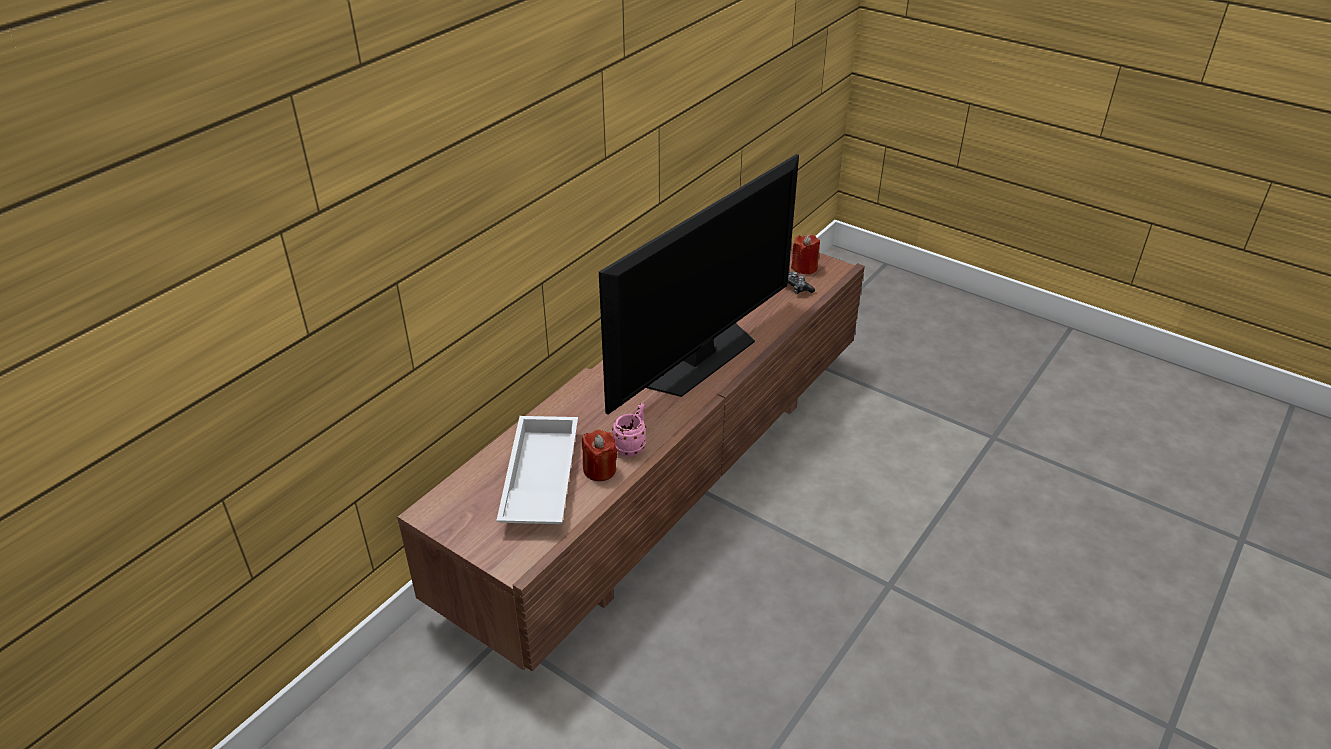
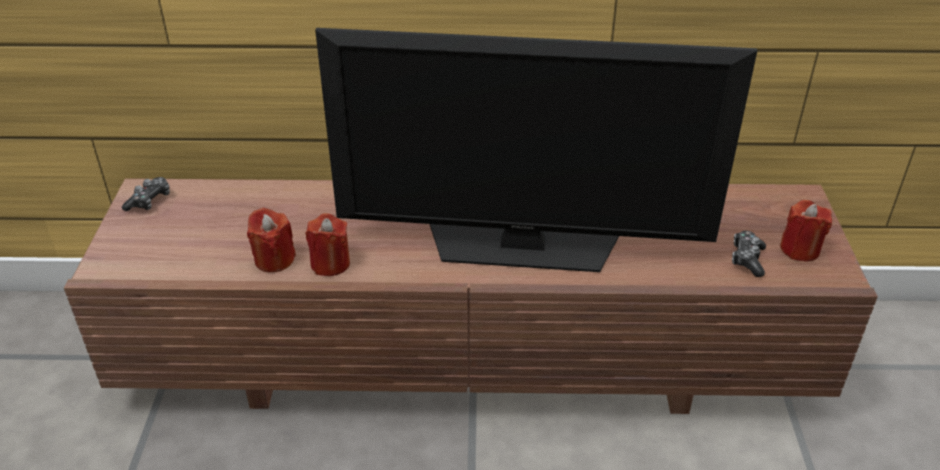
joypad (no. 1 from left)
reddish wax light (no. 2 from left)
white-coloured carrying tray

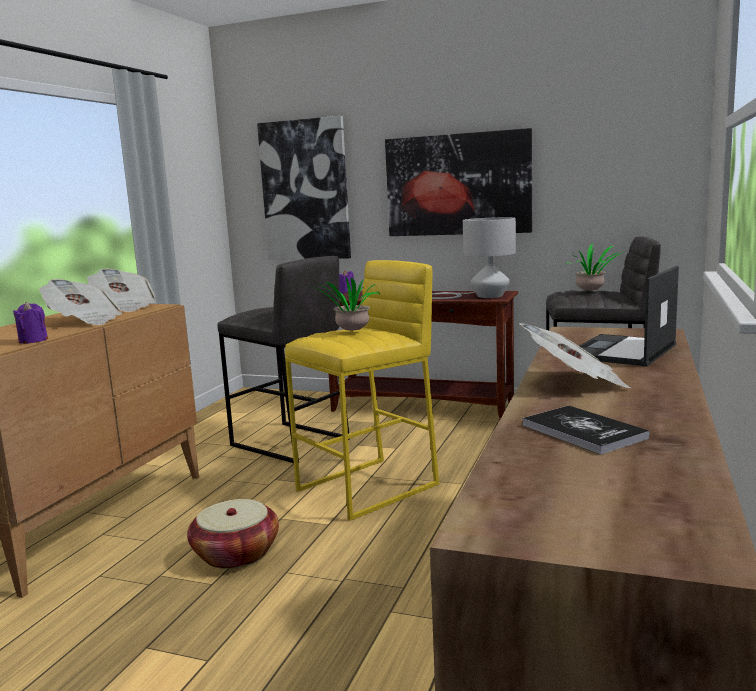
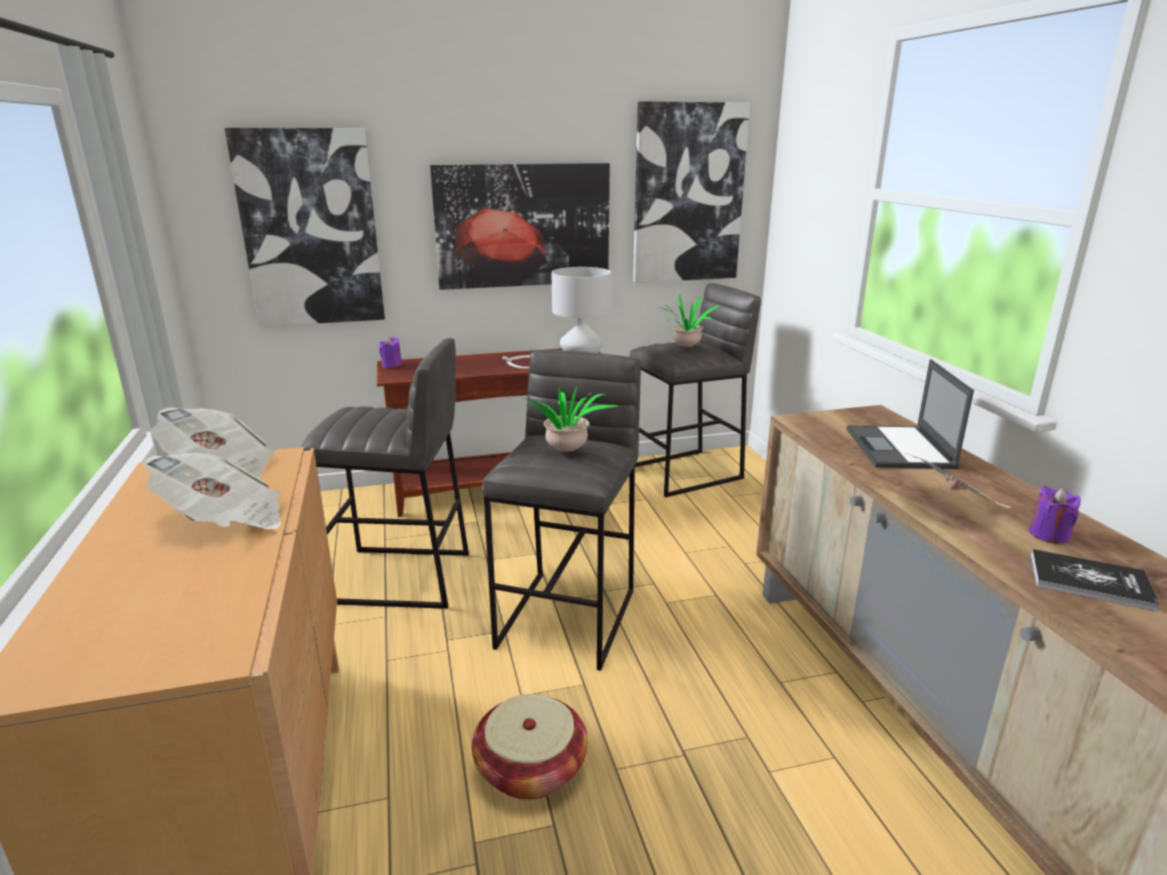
gray sitting stool (no. 2 from left)
wall art (no. 3 from left)
purplish wax light (no. 2 from left)

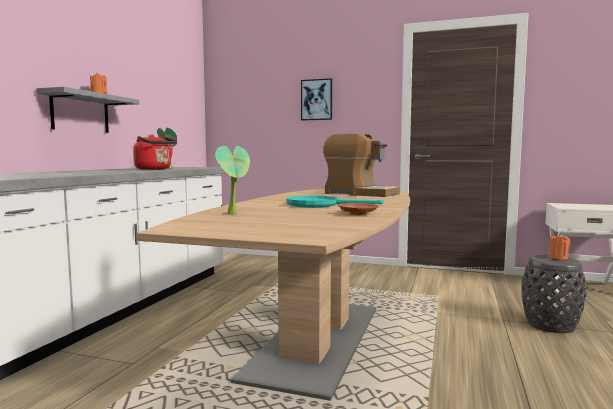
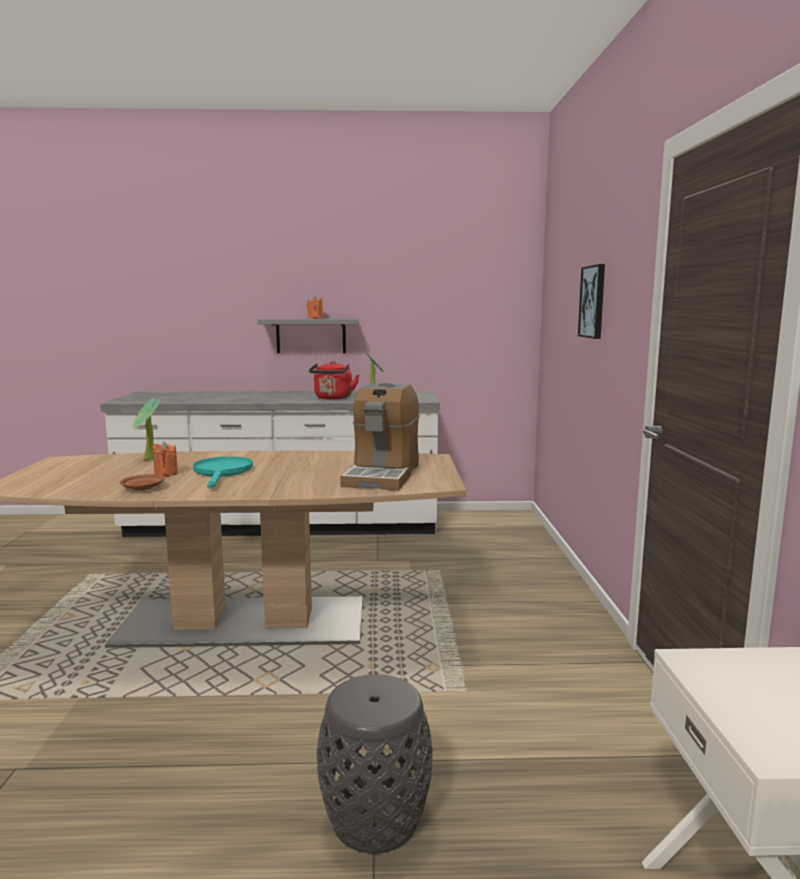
orange-coloured wax light (no. 1 from left)

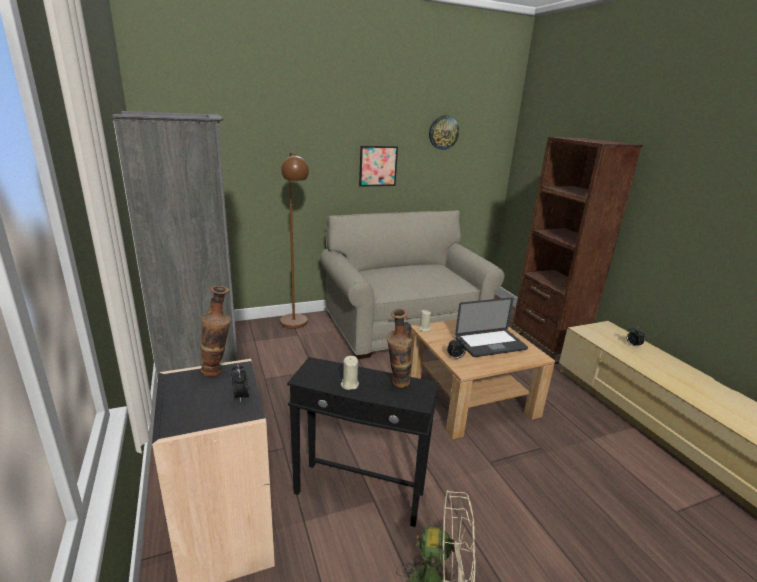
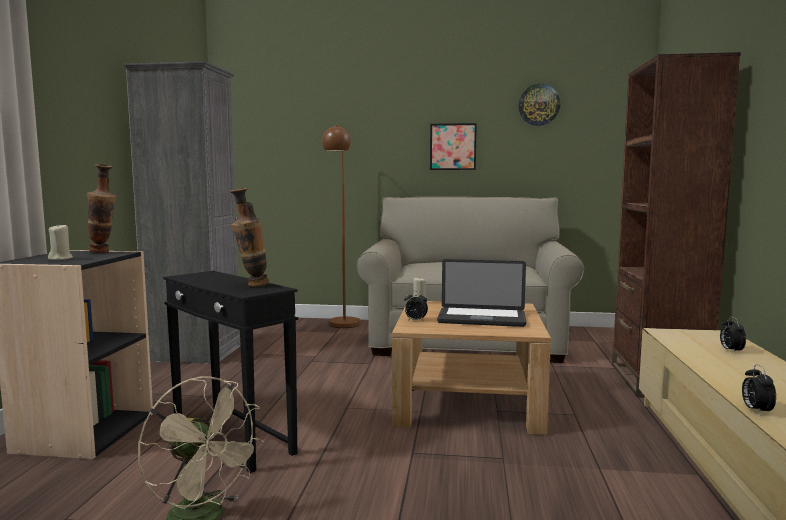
beige-coloured wax light (no. 1 from left)
table clock (no. 3 from left)

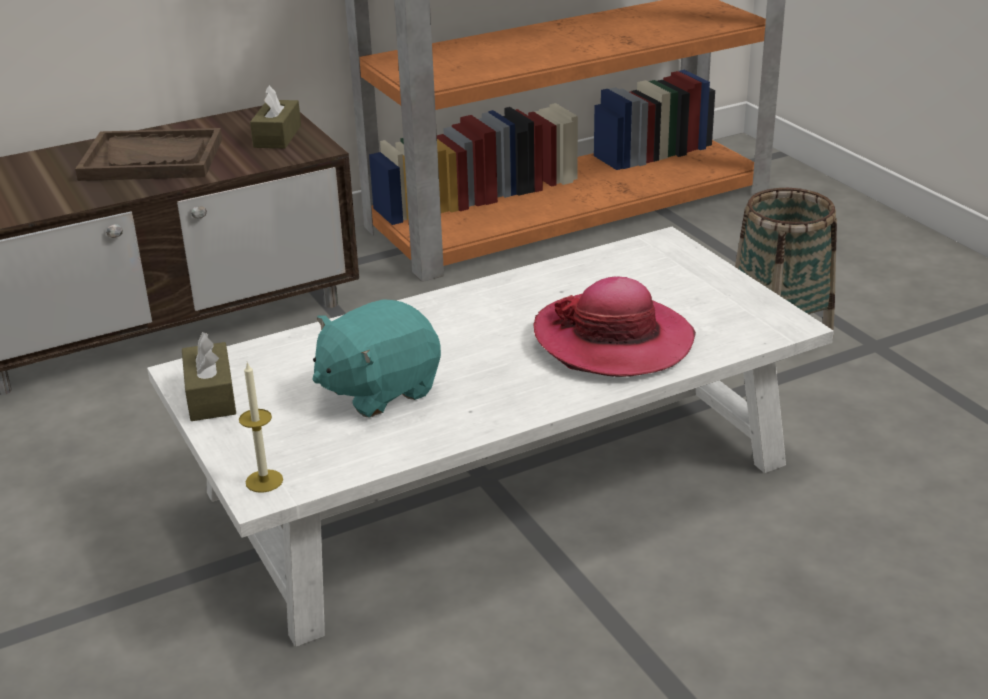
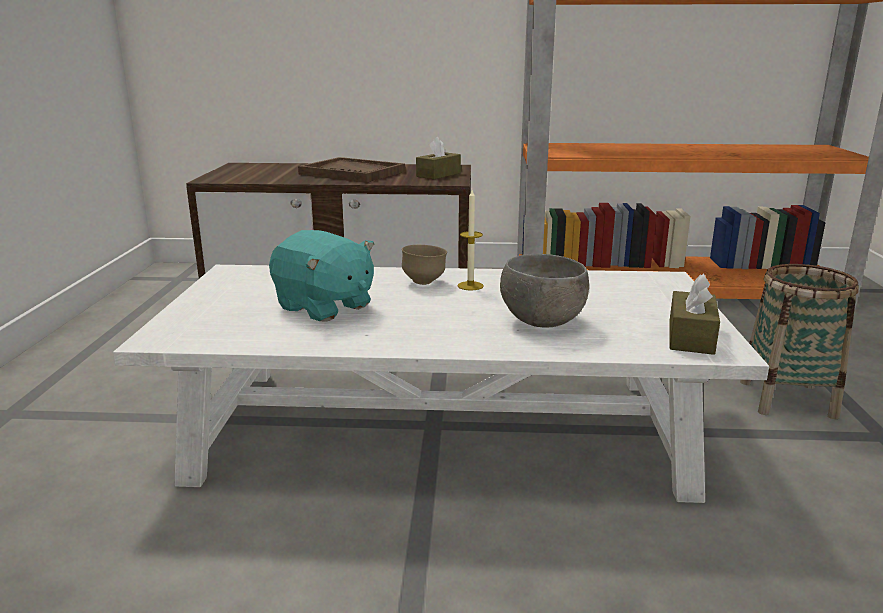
turquoise-coloured cuddly toy
brown-coloured serving bowl
wax light
gray serving bowl
brown-coloured tissue box (no. 2 from left)

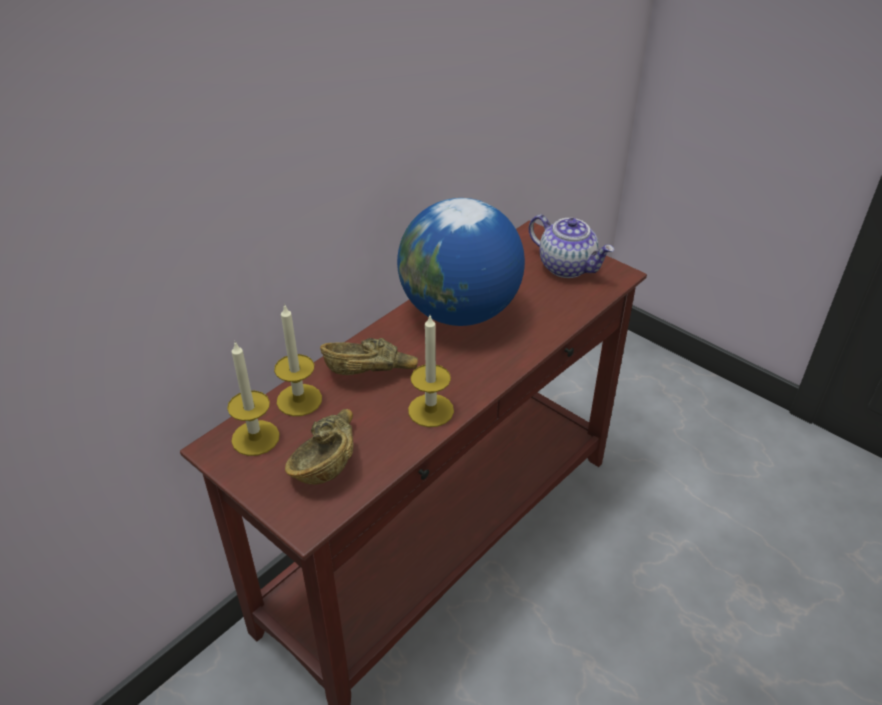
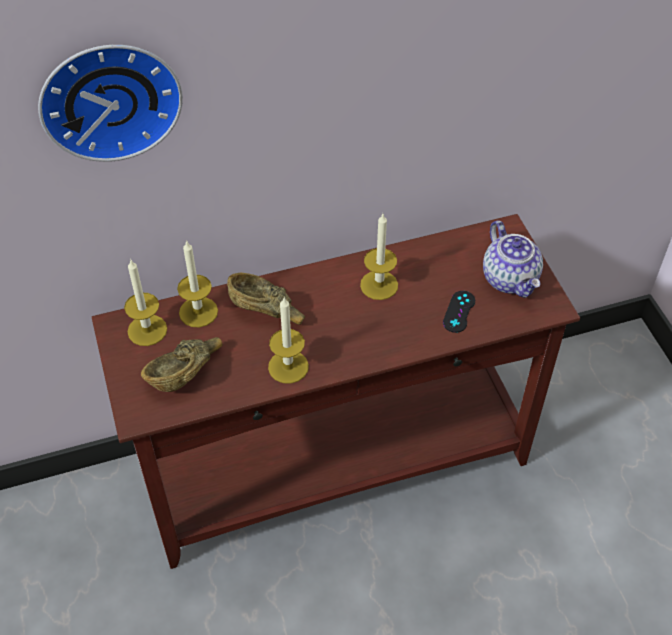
clock on the wall
wax light (no. 4 from left)
blackish joypad

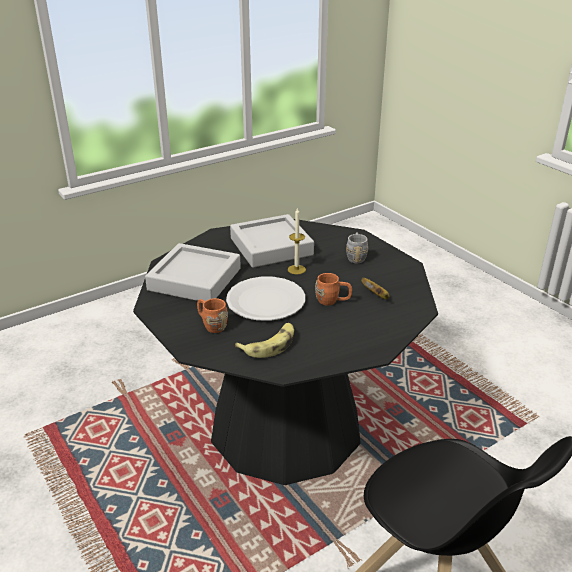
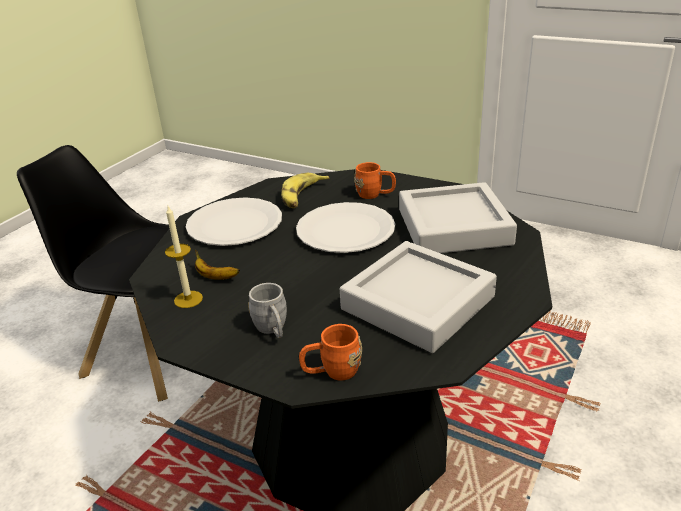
wax light
white-coloured dinner plate (no. 1 from left)
orange-coloured coffee mug (no. 1 from left)

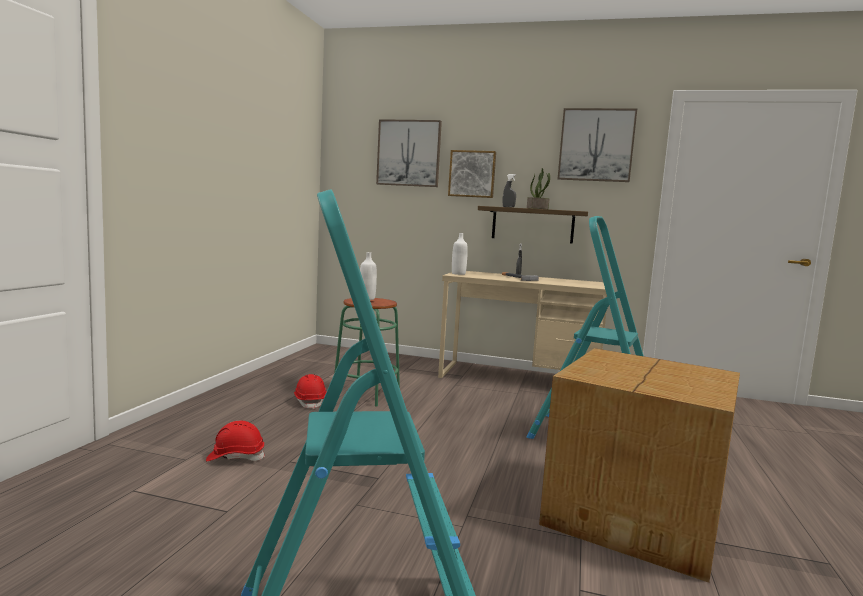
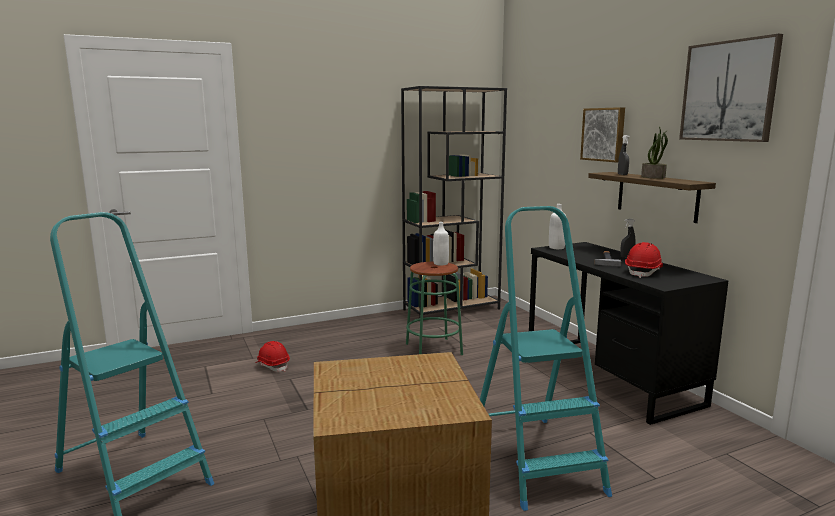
bookcase
blackish desk
reddish safety helmet (no. 2 from left)
wall art (no. 1 from left in the first image)

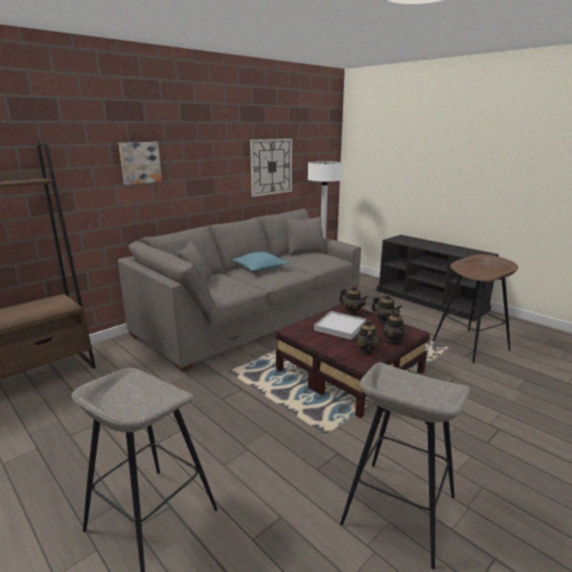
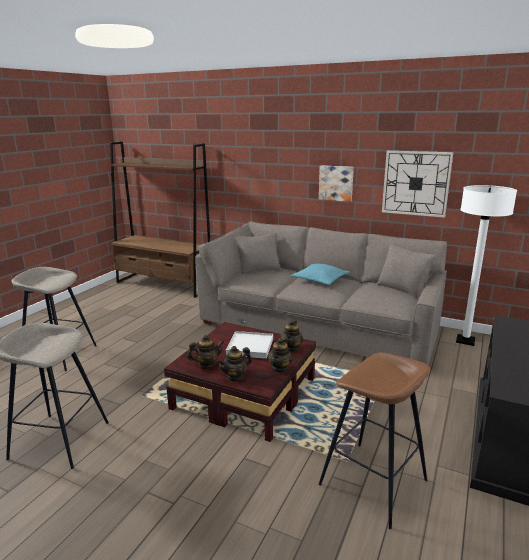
wall art

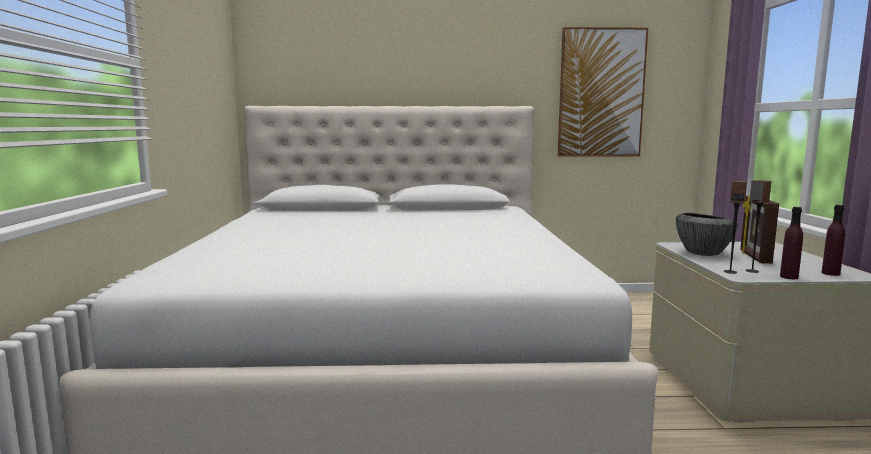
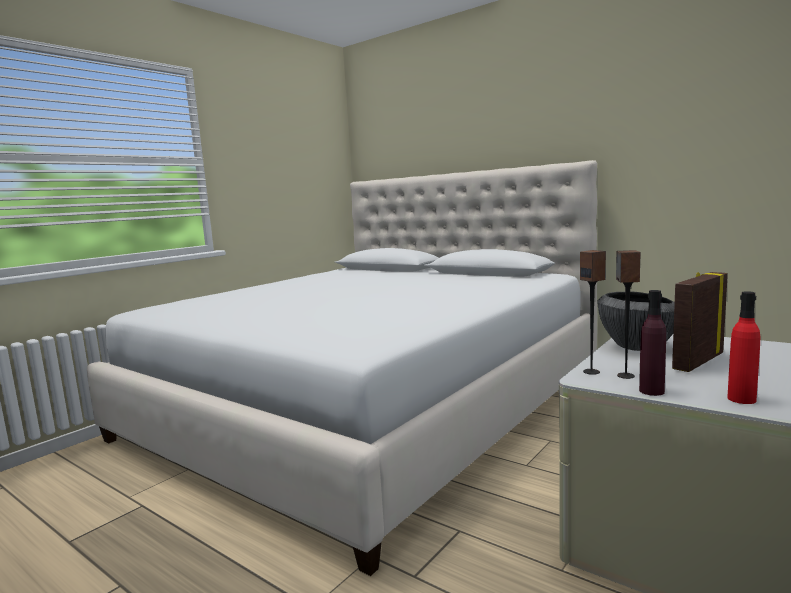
reddish bottle
wall art

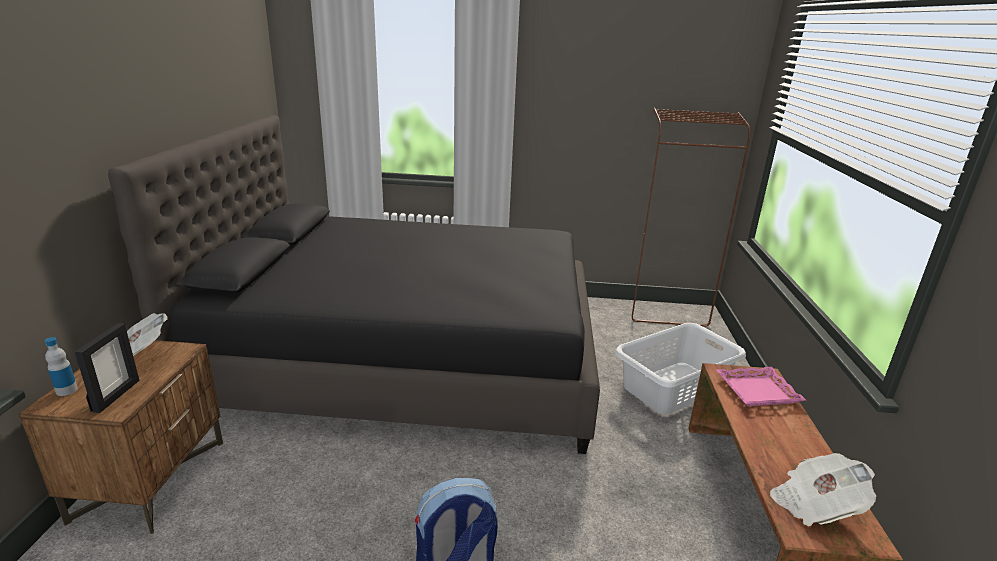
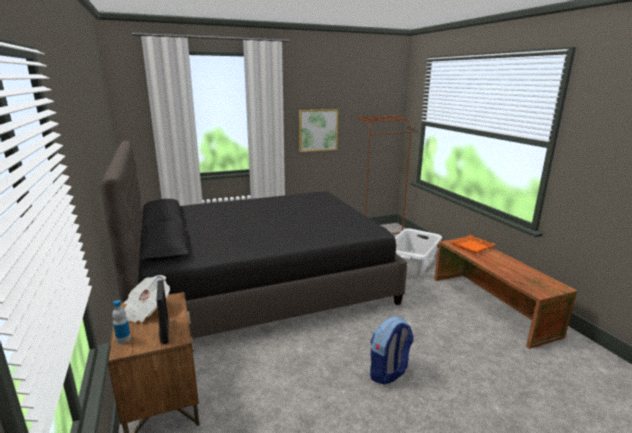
wall art
orange-coloured carrying tray
daily paper (no. 2 from left in the first image)

